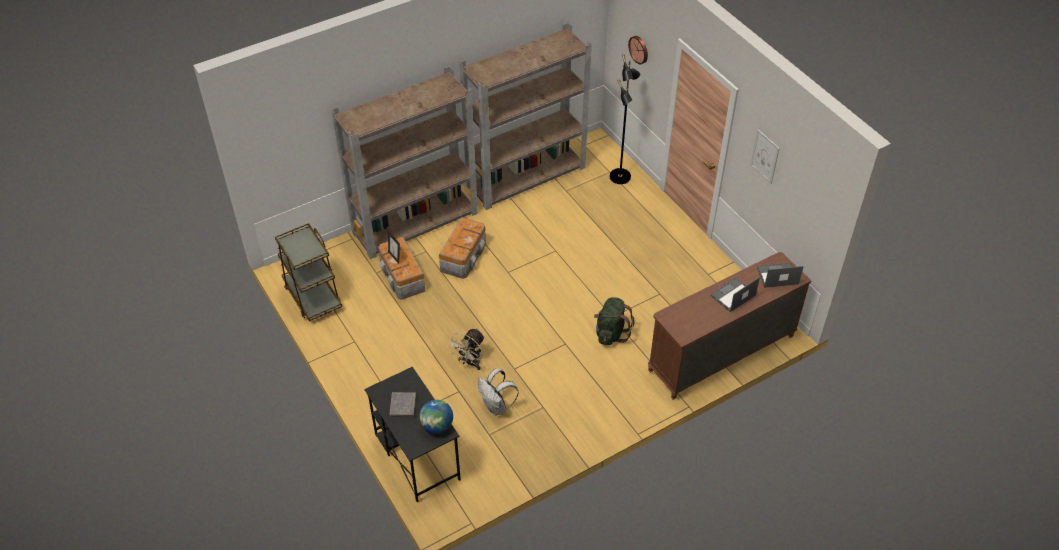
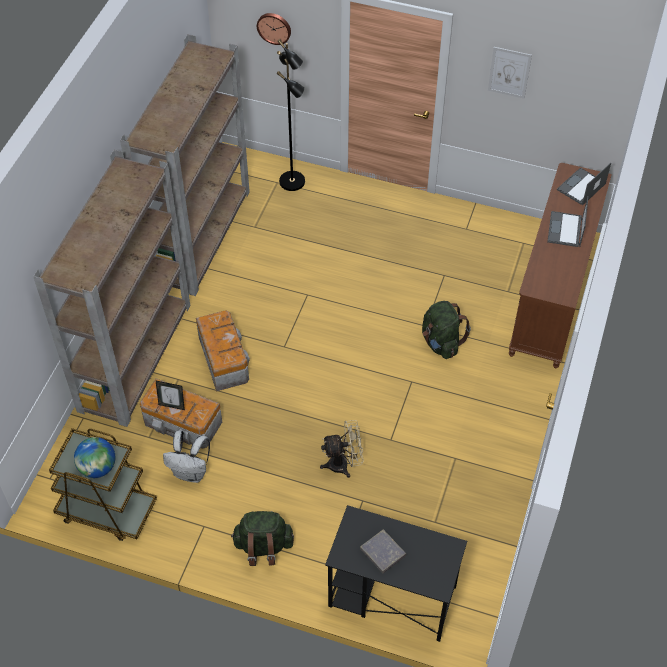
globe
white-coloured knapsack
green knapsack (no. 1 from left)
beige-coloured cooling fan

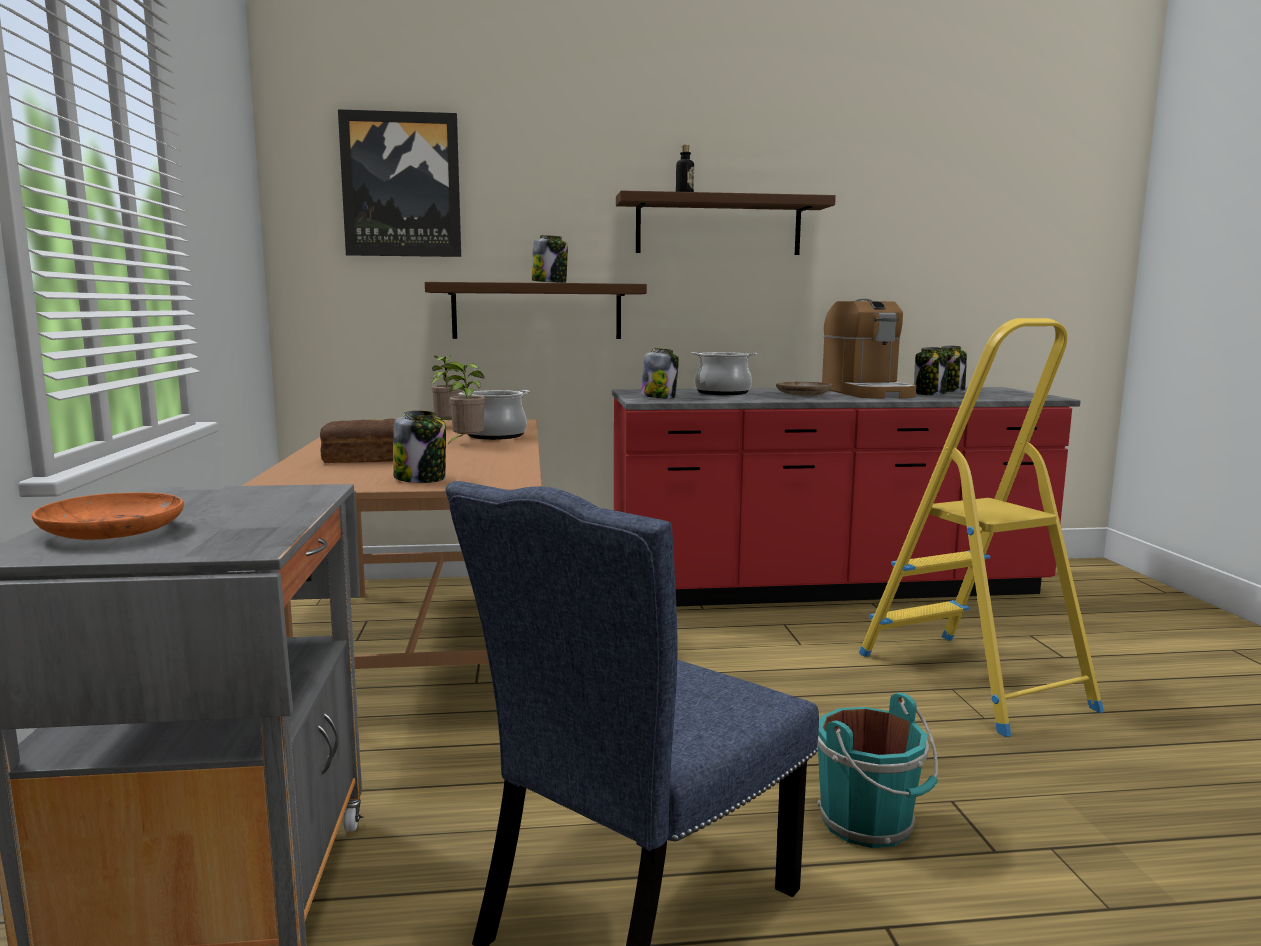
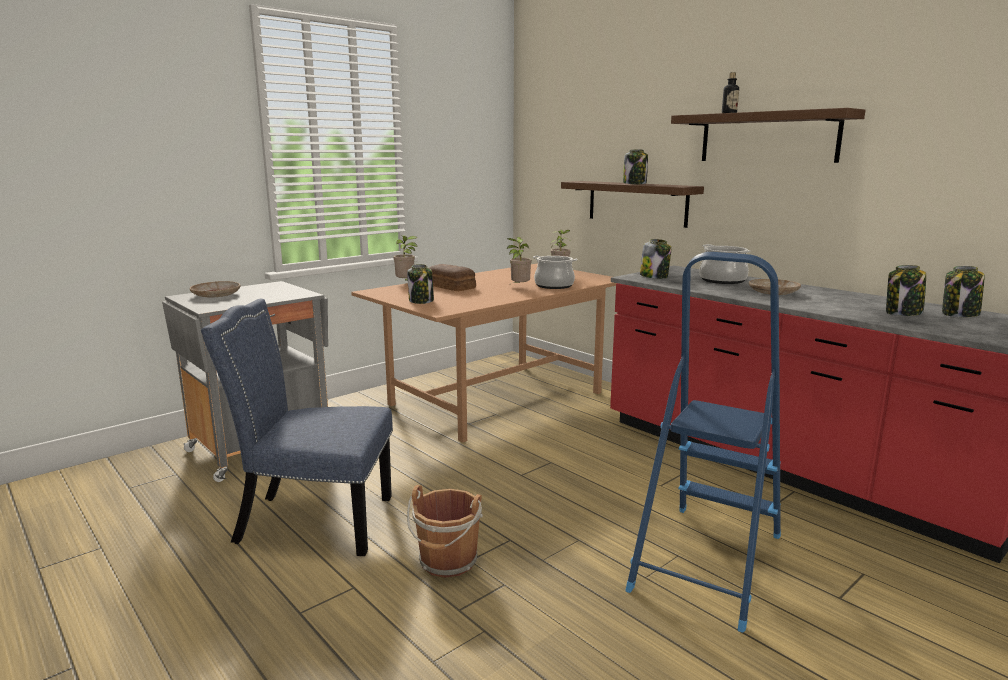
beige-coloured dinner plate (no. 1 from left)
plant in a pot (no. 1 from left)
brown-coloured bucket
blue-coloured step stool
wall art
coffee maker

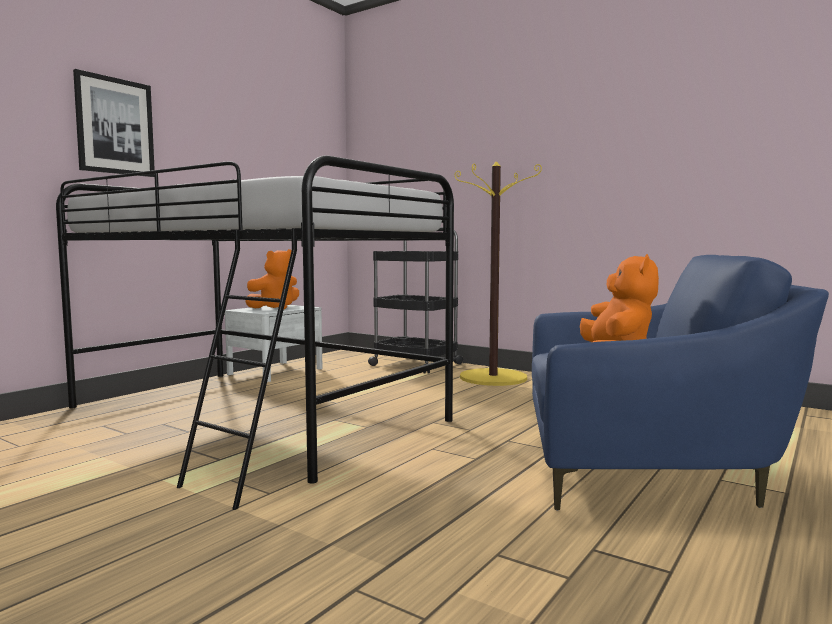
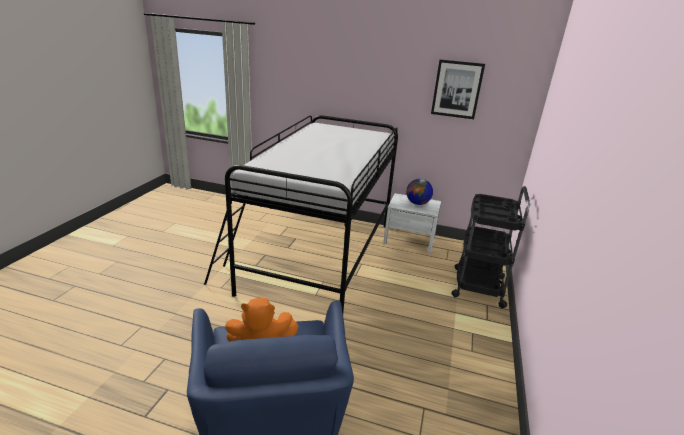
globe
wall art
yellow garment rack

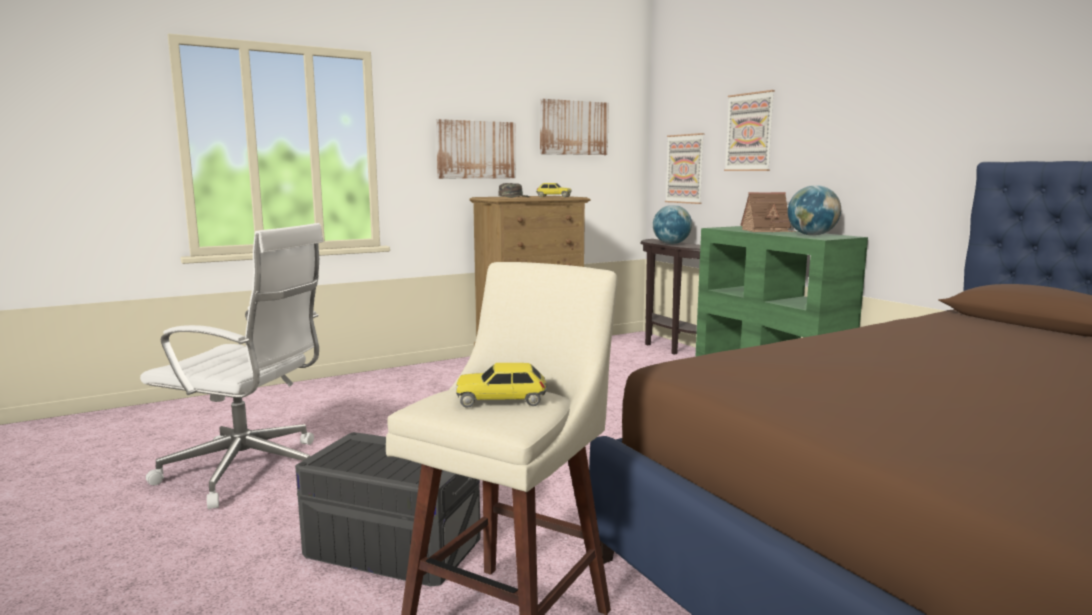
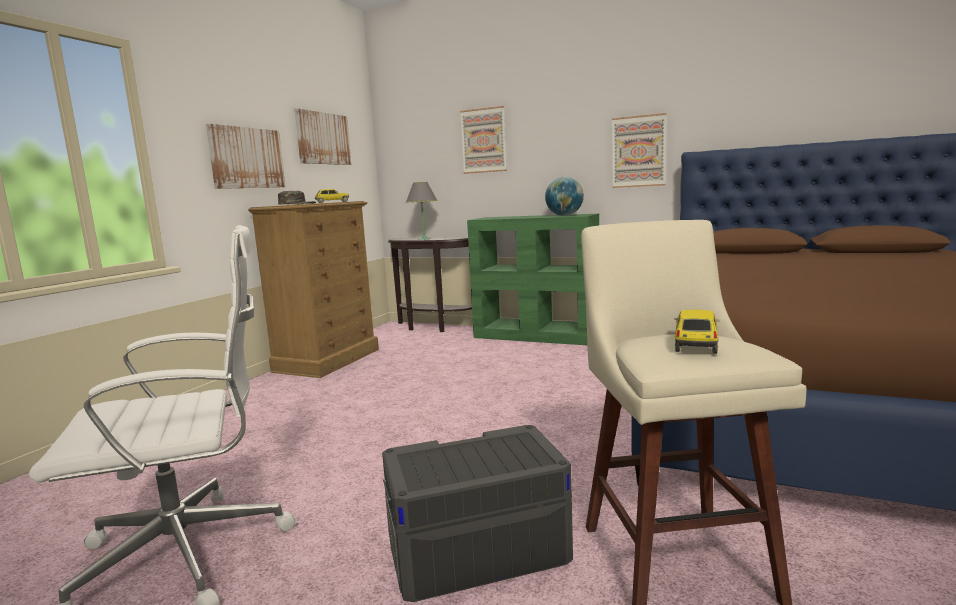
gray lamp for a table
wall art (no. 4 from left)
toy car (no. 2 from left)
model house

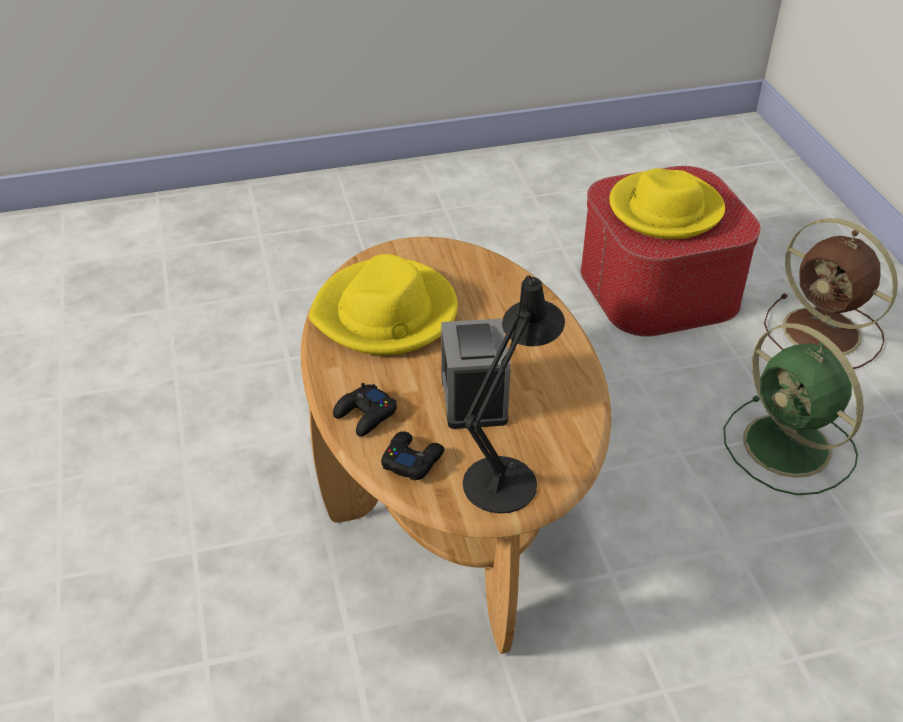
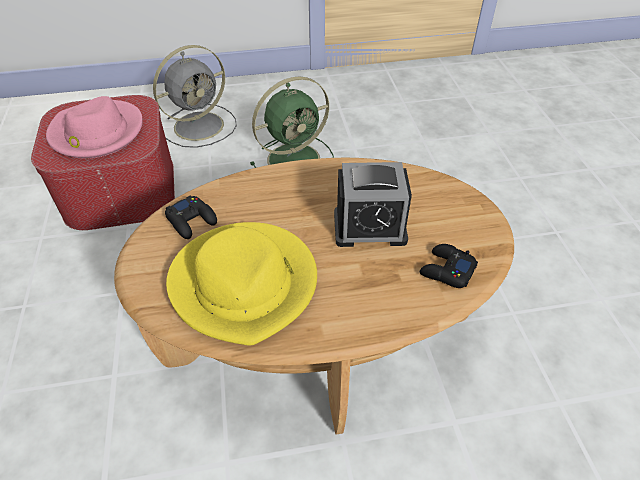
pinkish clothing hat
gray cooling fan
blackish joypad (no. 1 from left)
blackish lamp for a table

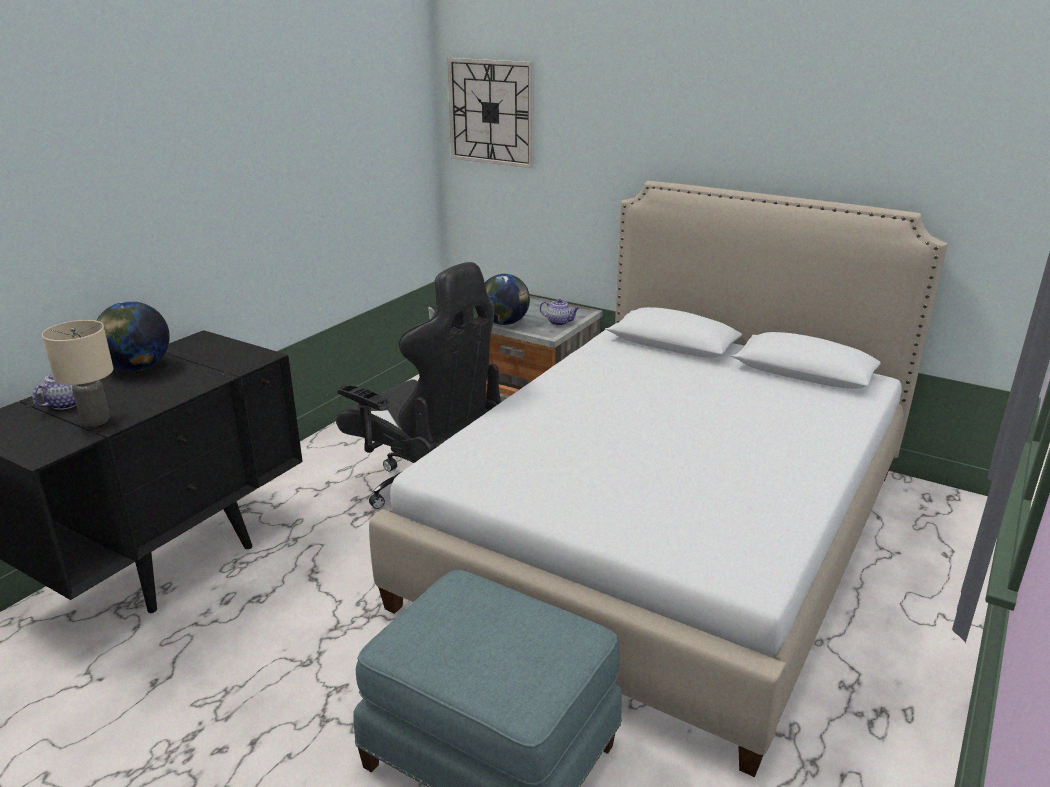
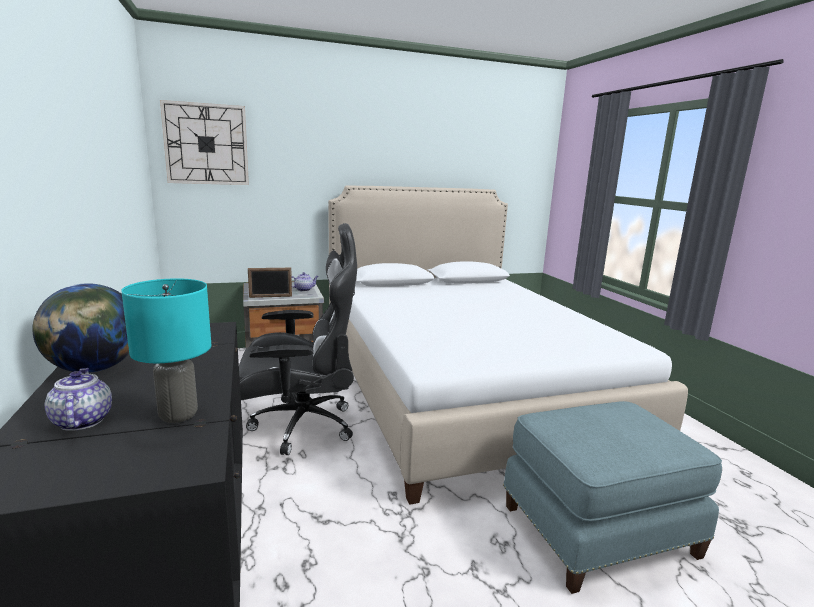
turquoise-coloured lamp for a table
photo frame

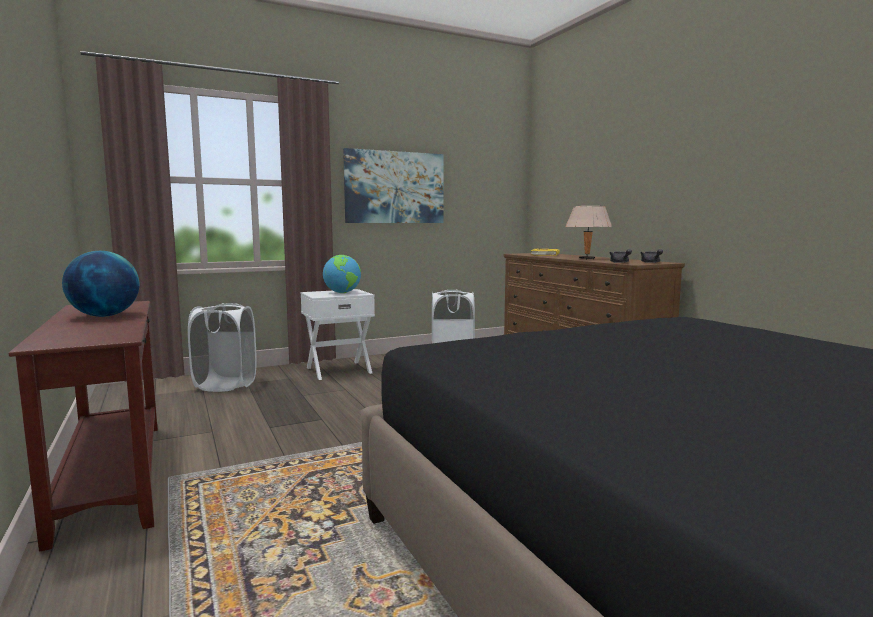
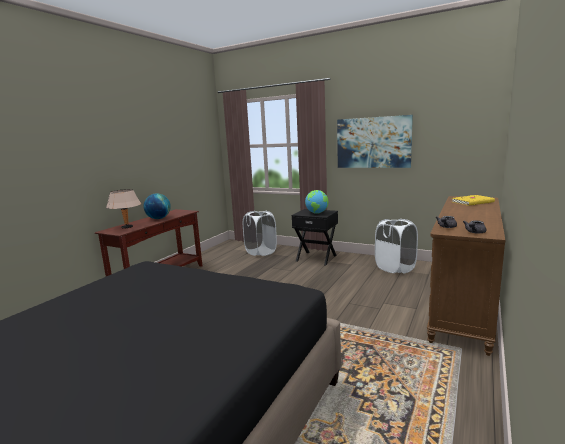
beige-coloured lamp for a table
blackish nightstand

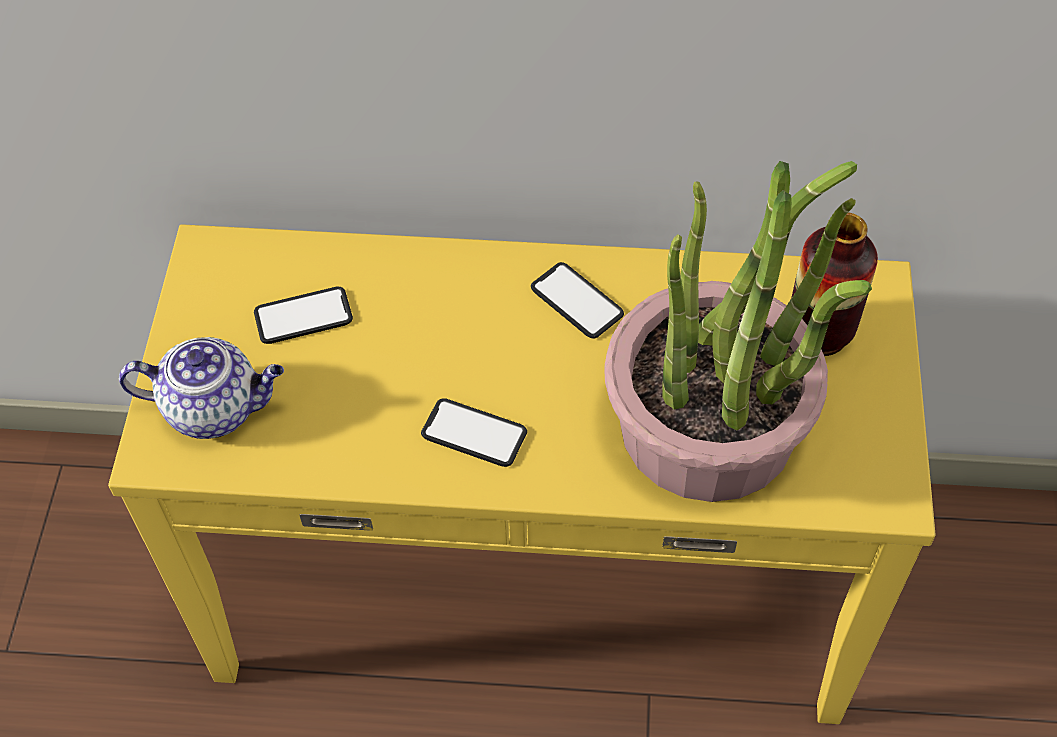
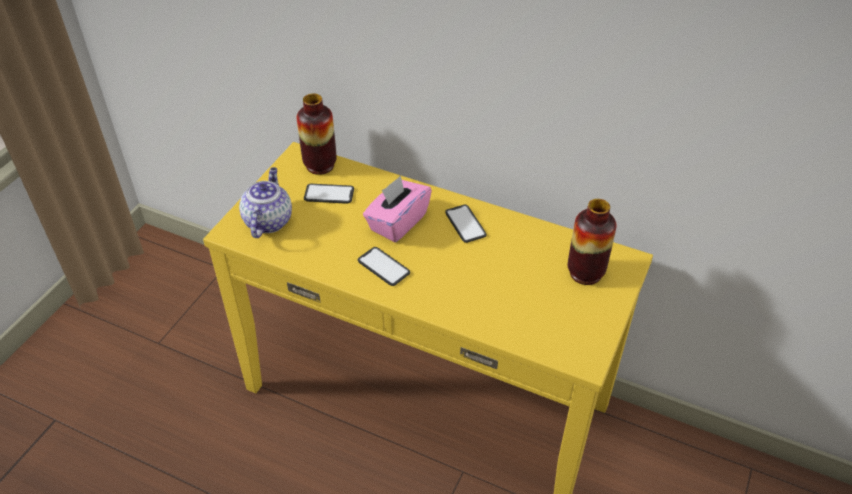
tea pot
flower vase (no. 1 from left)
pinkish tissue box
plant in a pot

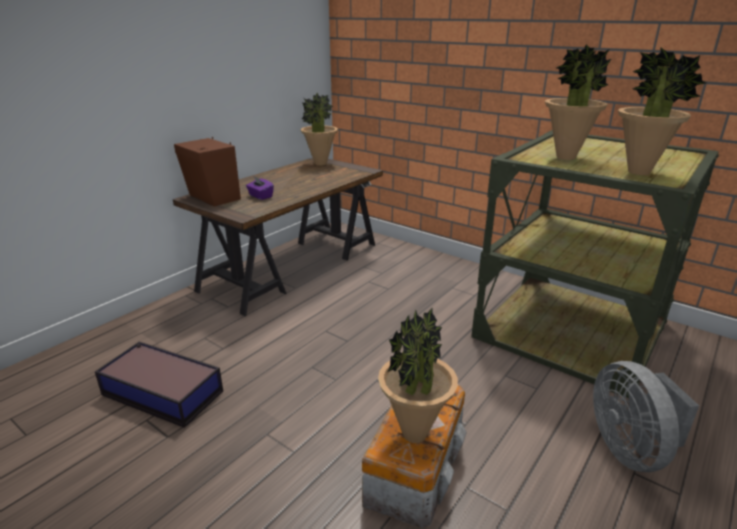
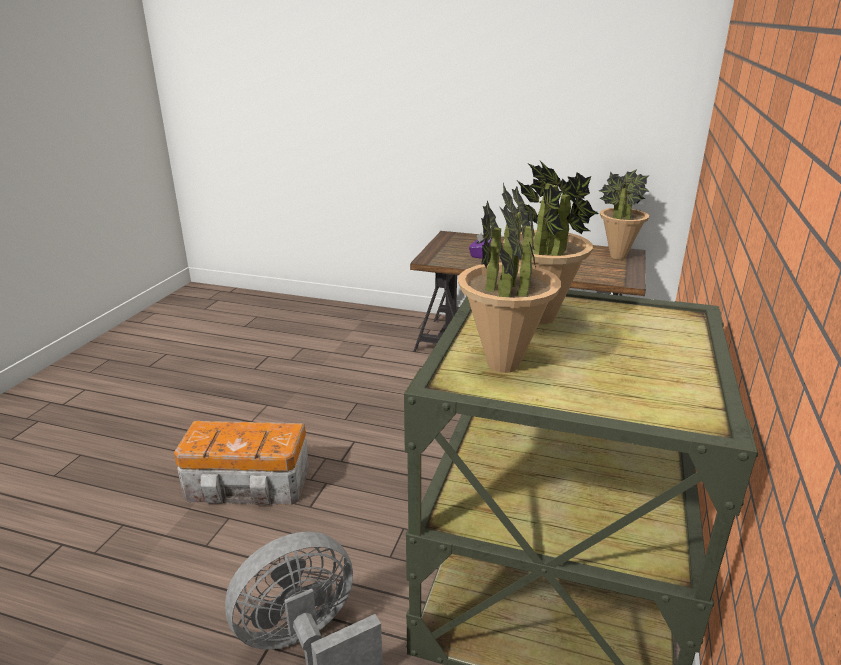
storage box (no. 1 from left in the first image)
brown-coloured loudspeaker
plant in a pot (no. 2 from left in the first image)

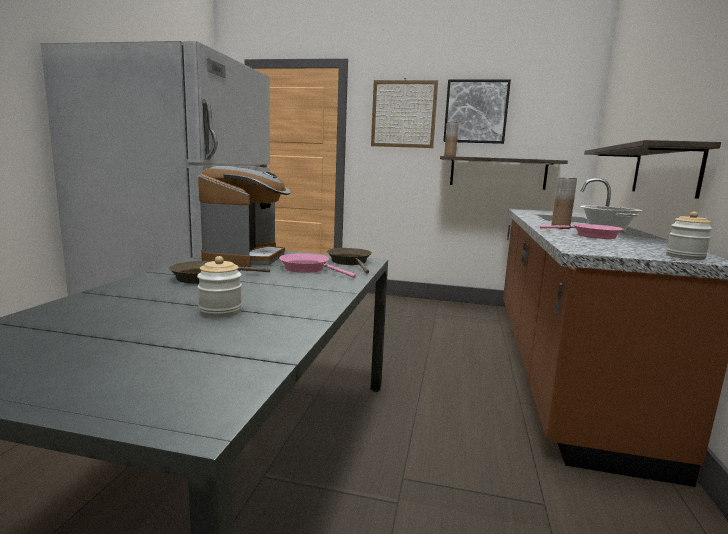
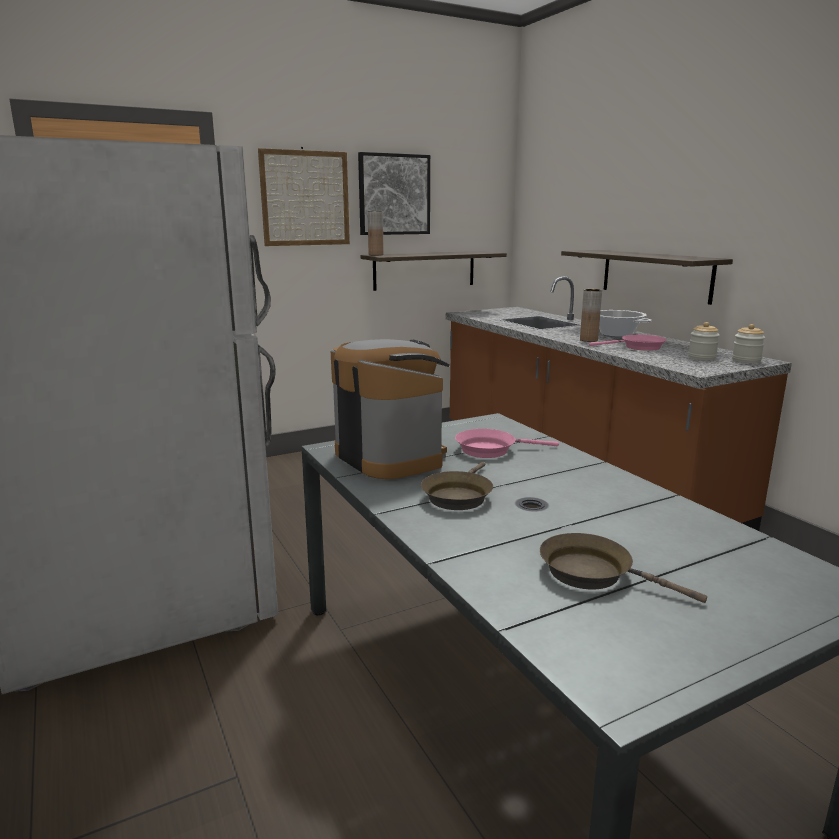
brown-coloured frying pan (no. 2 from left)
storage jar (no. 1 from left)

